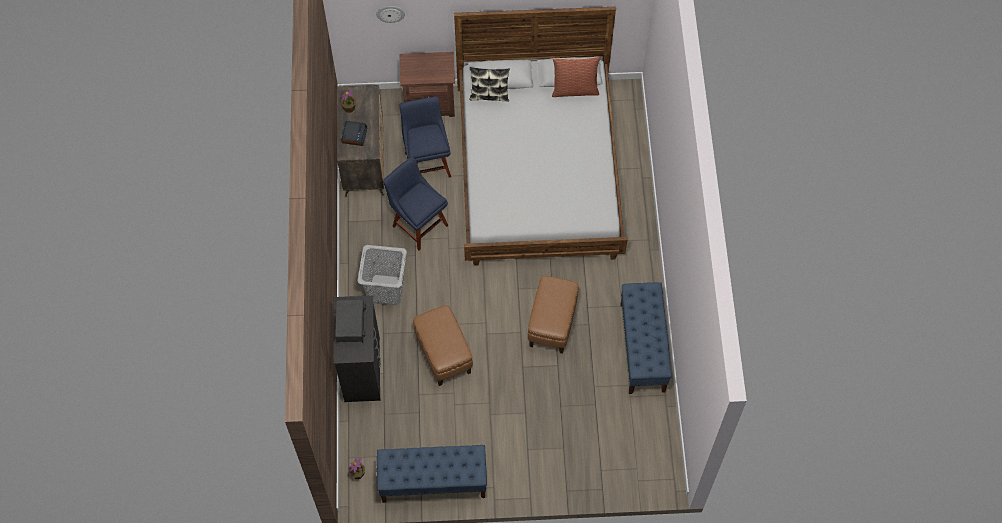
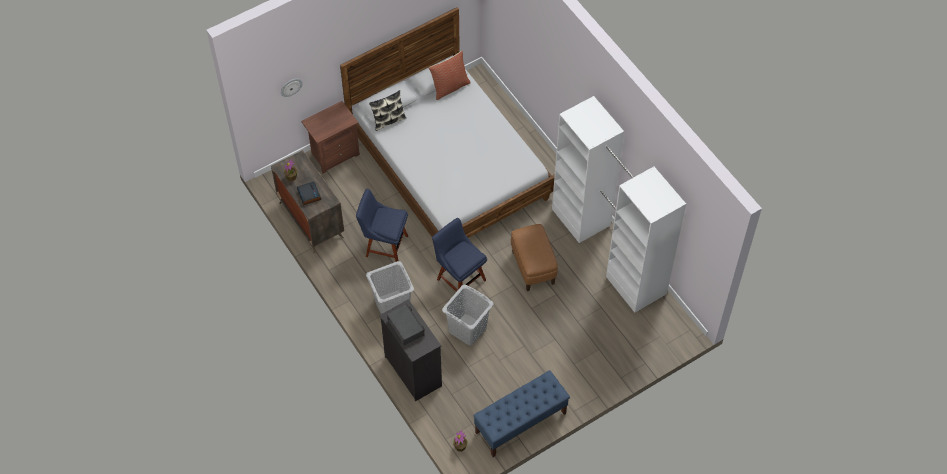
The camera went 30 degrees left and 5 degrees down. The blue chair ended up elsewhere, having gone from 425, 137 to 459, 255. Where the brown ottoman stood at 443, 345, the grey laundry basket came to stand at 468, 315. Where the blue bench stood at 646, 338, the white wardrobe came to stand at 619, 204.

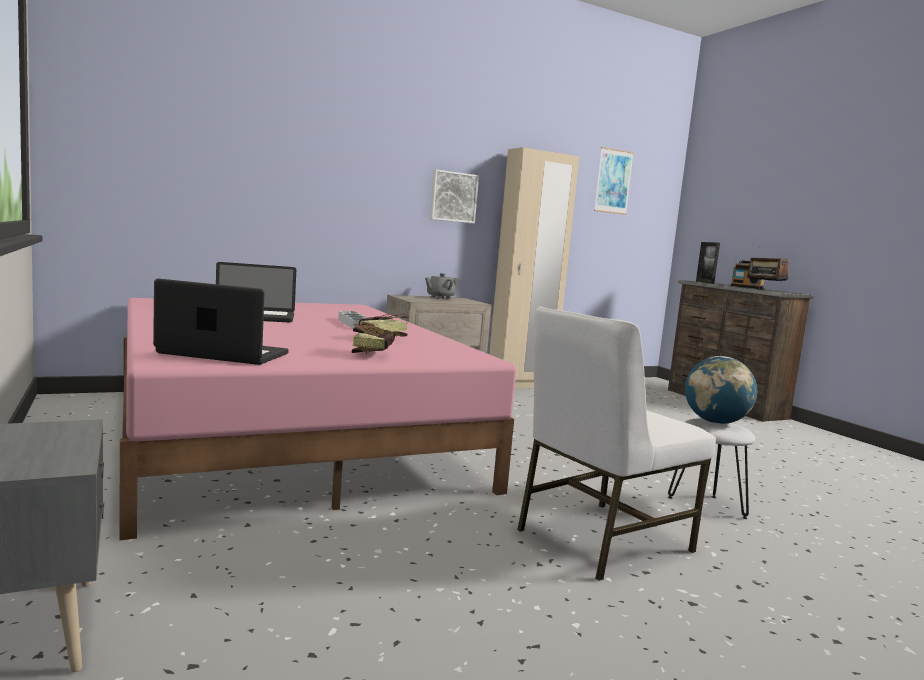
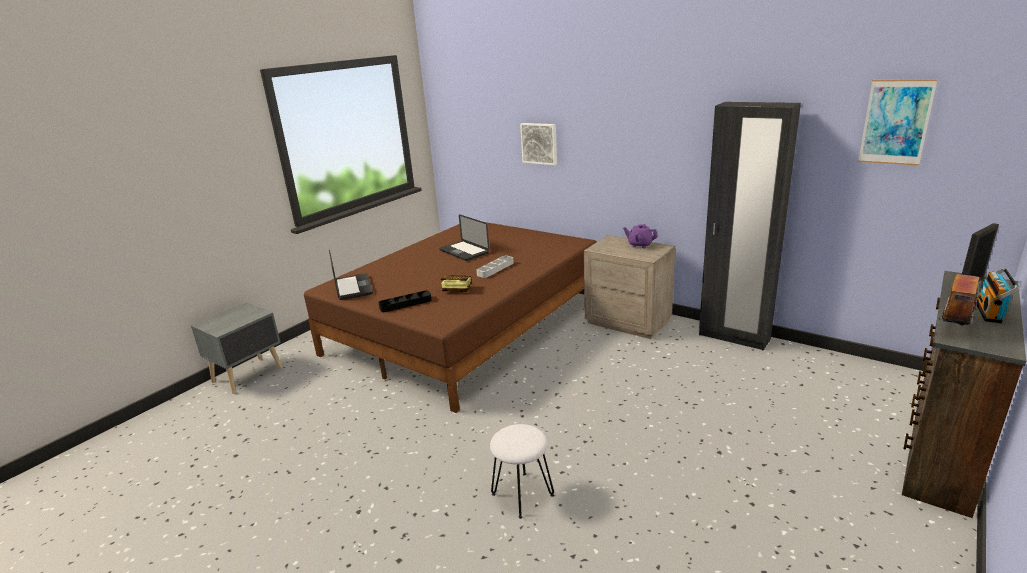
The camera went 65 degrees right and 15 degrees up. What was the pink bed at 317, 419 turned into the brown bed at 450, 317. Where the book stood at 373, 337, the black tray came to stand at 405, 301. The picture ended up elsewhere, having gone from 454, 196 to 538, 144. What was the grey teapot at 441, 286 turned into the purple teapot at 640, 236. What was the beige wardrobe at 534, 267 turned into the black wardrobe at 750, 226. The second view lost the white chair at 616, 443. The second view lost the globe at 721, 390.

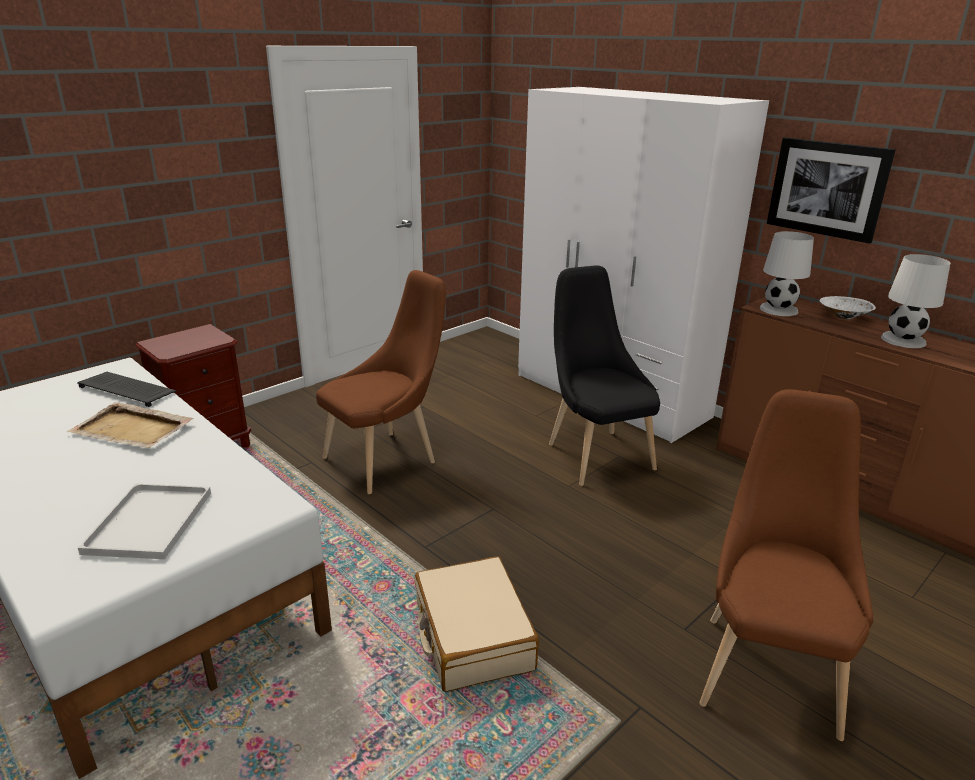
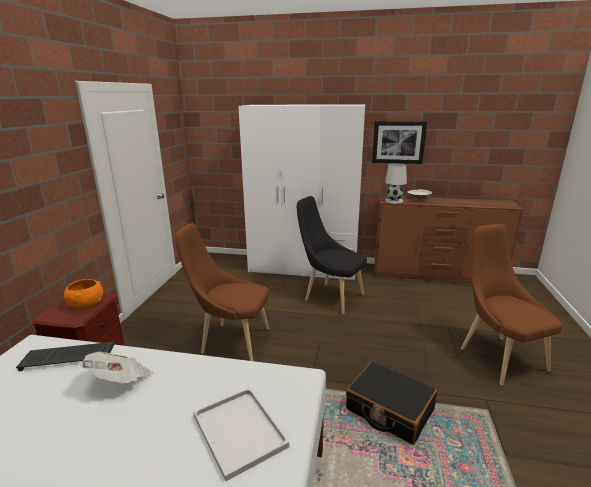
The camera went 35 degrees left and 5 degrees down. The second view gained the orange bowl at 83, 293. Where the beige tray stood at 130, 425, the newspaper came to stand at 116, 368. The brown chair at 381, 382 ended up facing another way, 90 degrees counterclockwise from before. What was the beige suitcase at 477, 624 turned into the black suitcase at 391, 403. The second view lost the white table lamp at 915, 301.

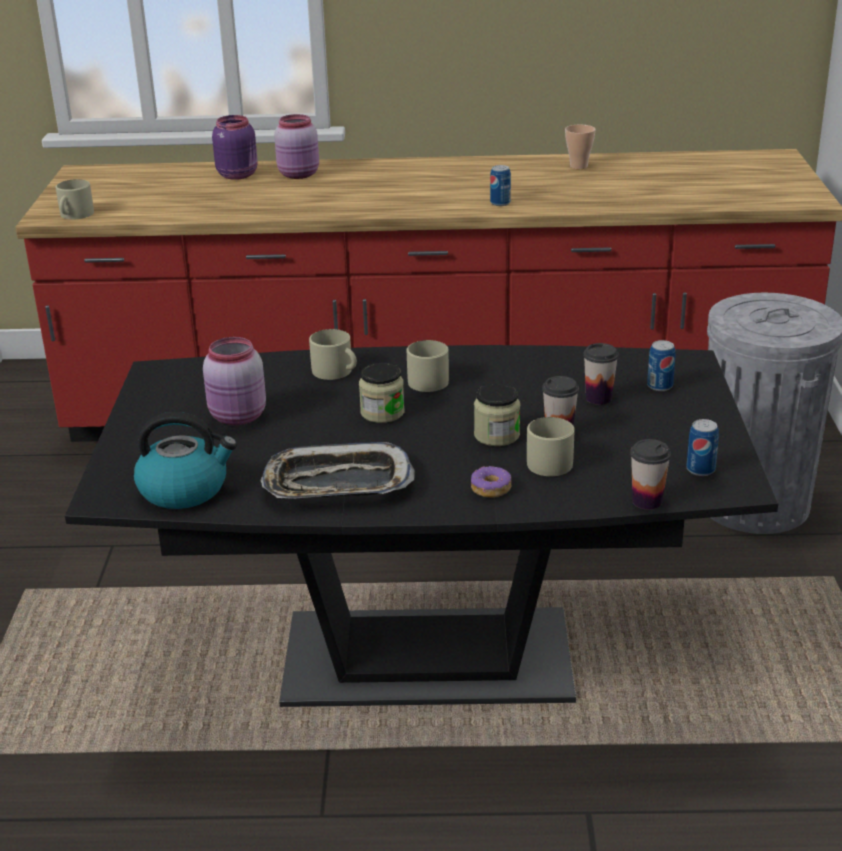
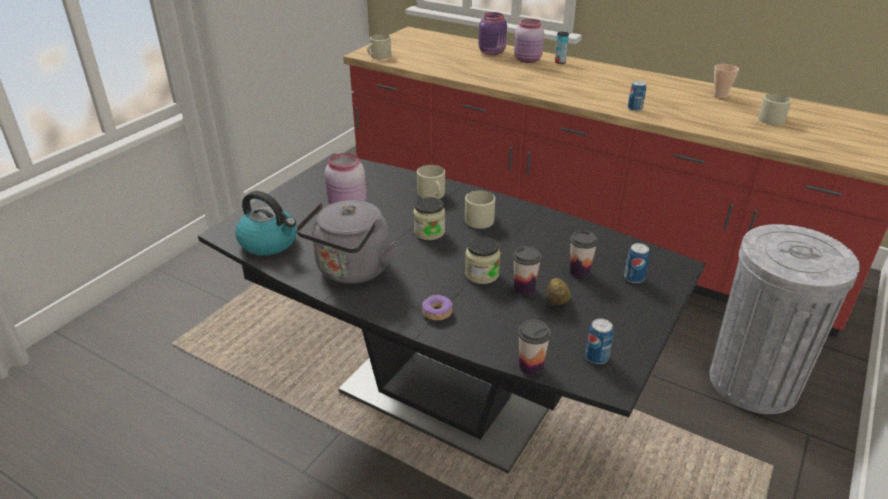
The camera went 30 degrees right and 5 degrees up. Where the tray stood at 337, 470, the grey kettle came to stand at 347, 242. The second view gained the potato at 558, 291. The second view gained the can at 562, 48. The beige mug ended up elsewhere, having gone from 551, 446 to 775, 109.

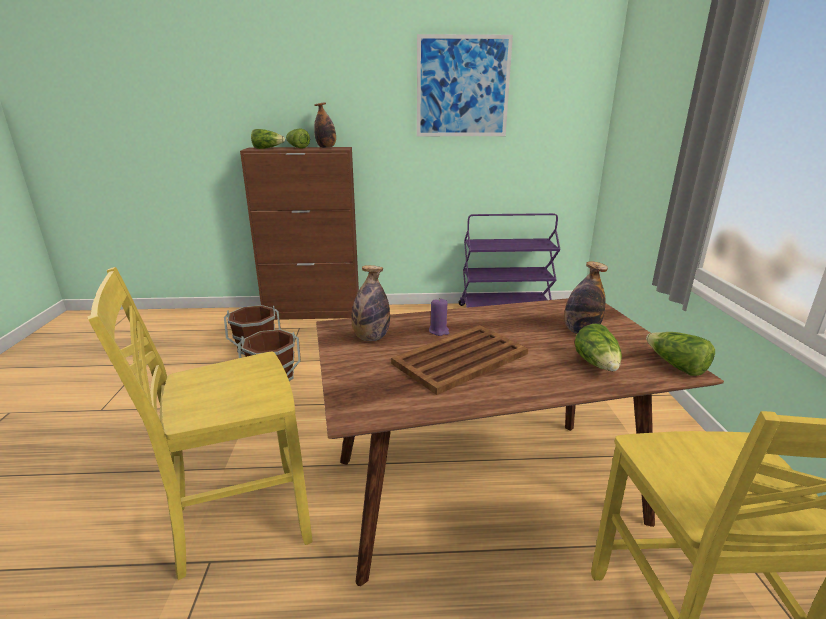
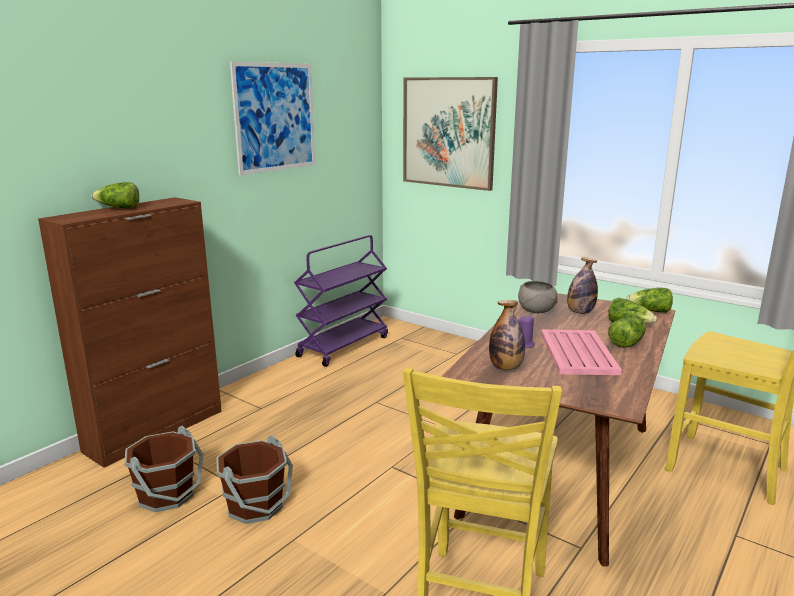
The camera went 50 degrees left and 5 degrees down. The second view gained the picture at 450, 134. The second view gained the grey bowl at 538, 297. What was the brown tray at 459, 360 turned into the pink tray at 581, 352. The lettuce ended up elsewhere, having gone from 268, 139 to 627, 332. The second view lost the bottle at 325, 125.

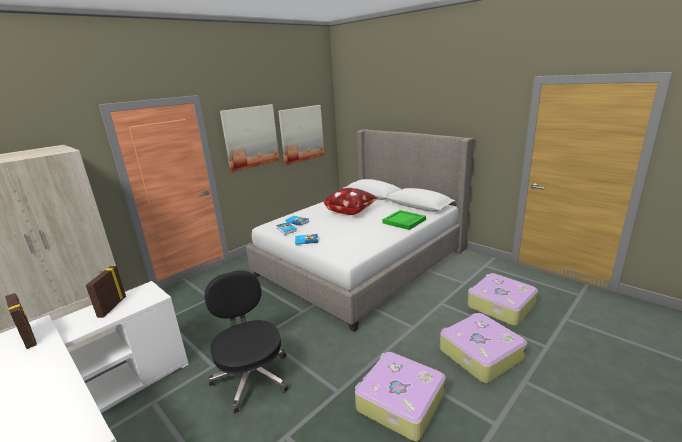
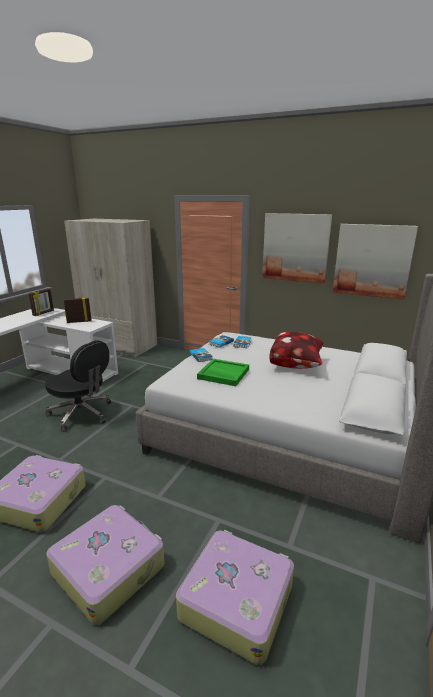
The camera went 70 degrees right and 0 degrees up. The black office chair at 246, 341 ended up facing another way, 75 degrees clockwise from before. The green tray ended up elsewhere, having gone from 404, 220 to 223, 372.

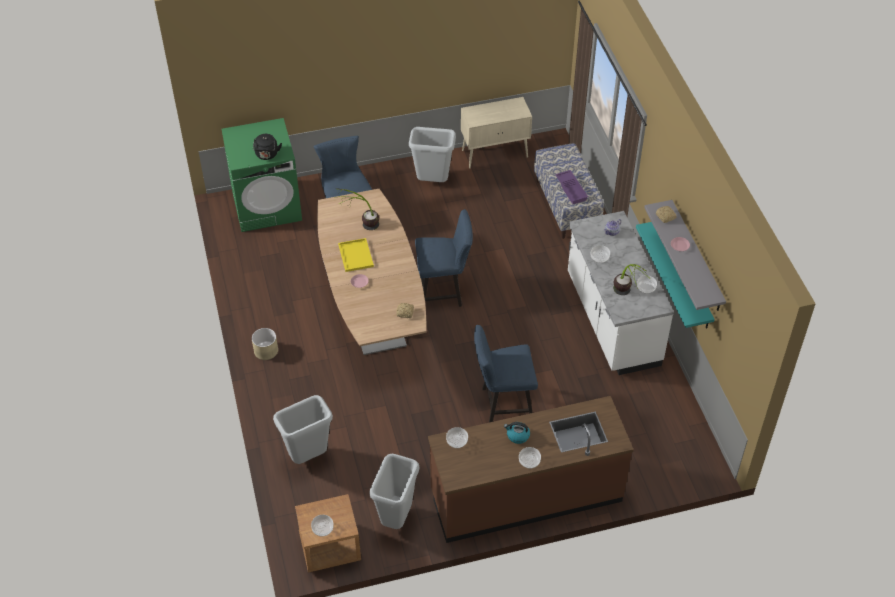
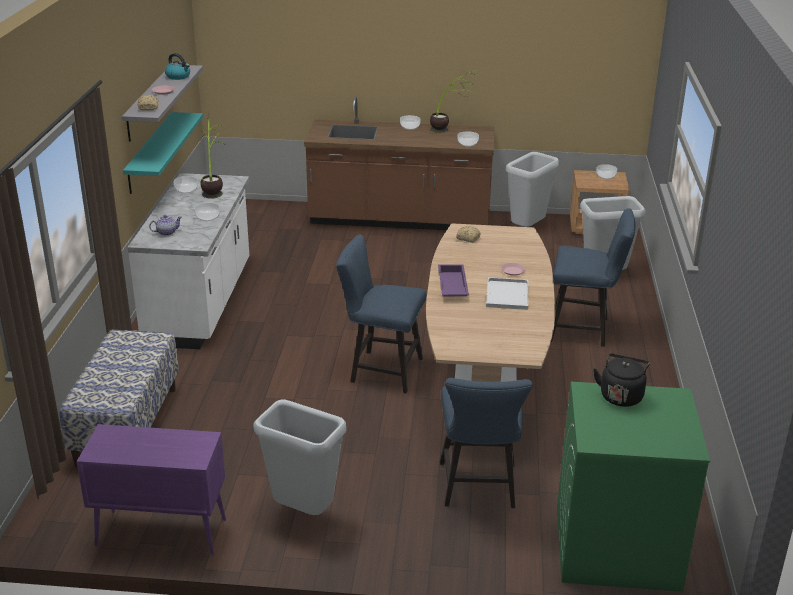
The camera went 160 degrees left and 20 degrees down. What was the beige cabinet at 496, 133 turned into the purple cabinet at 151, 489. The kettle ended up elsewhere, having gone from 517, 433 to 177, 66. The potted plant ended up elsewhere, having gone from 357, 209 to 453, 101. The purple tray ended up elsewhere, having gone from 571, 187 to 453, 280. What was the yellow tray at 356, 255 turned into the white tray at 507, 293. The blue chair ended up elsewhere, having gone from 506, 373 to 593, 277. The second view lost the beige planter at 265, 344.

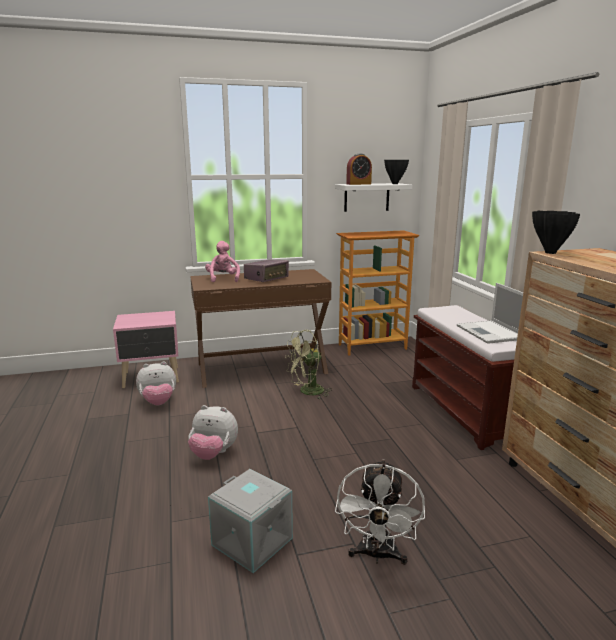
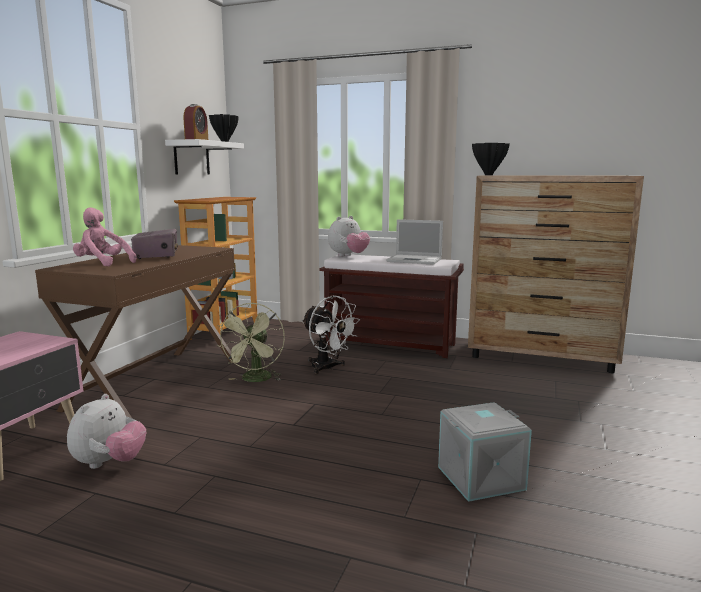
The camera went 55 degrees left and 5 degrees down. The white fan ended up elsewhere, having gone from 380, 512 to 331, 334. The plush toy ended up elsewhere, having gone from 213, 432 to 349, 236.

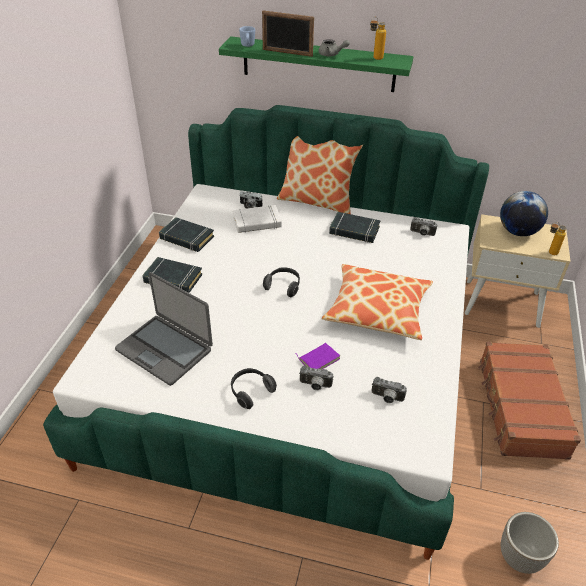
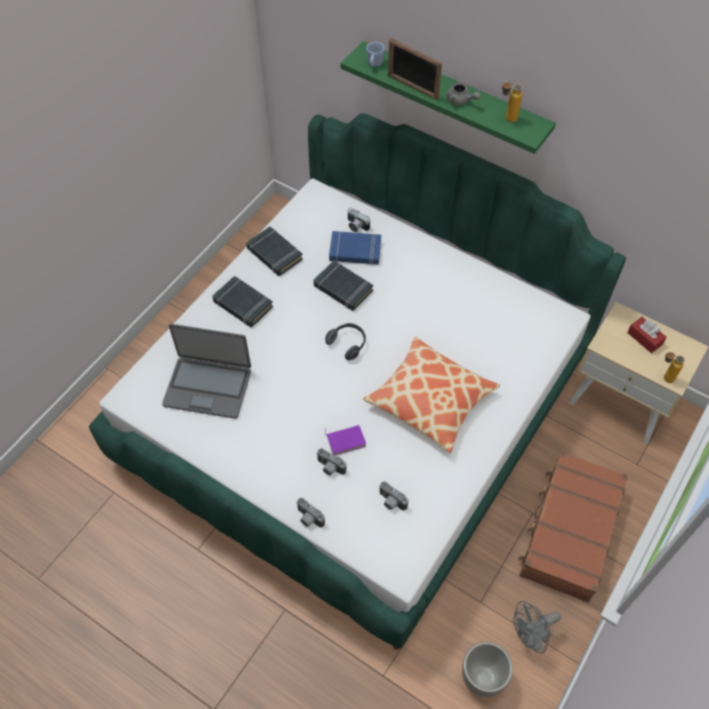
The camera went 20 degrees right and 15 degrees up. The laptop at 164, 329 ended up facing another way, 45 degrees counterclockwise from before. The photo camera ended up elsewhere, having gone from 423, 226 to 310, 513. The black book ended up elsewhere, having gone from 354, 227 to 343, 285. What was the white book at 257, 219 turned into the blue book at 355, 248. The second view gained the grey fan at 537, 627. Where the globe stood at 524, 213, the red tissue box came to stand at 647, 335. The second view lost the headphones at 254, 388. The second view lost the pillow at 320, 175.

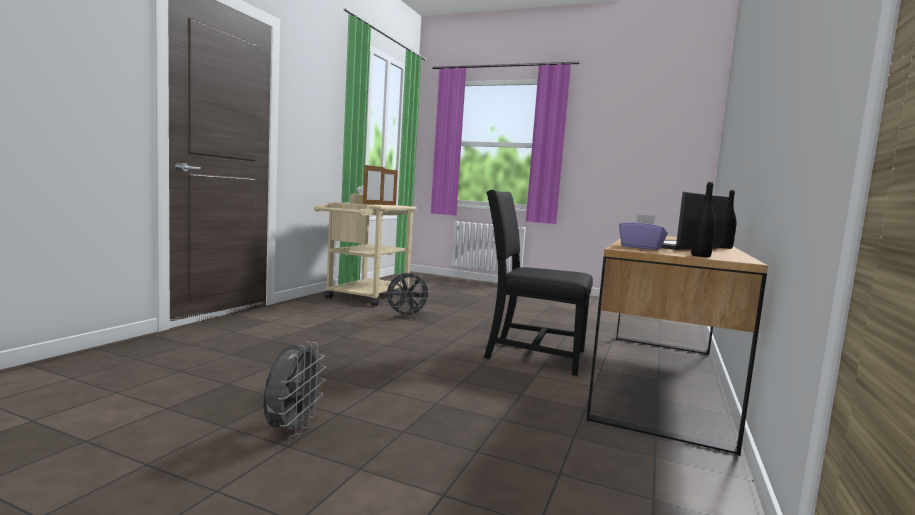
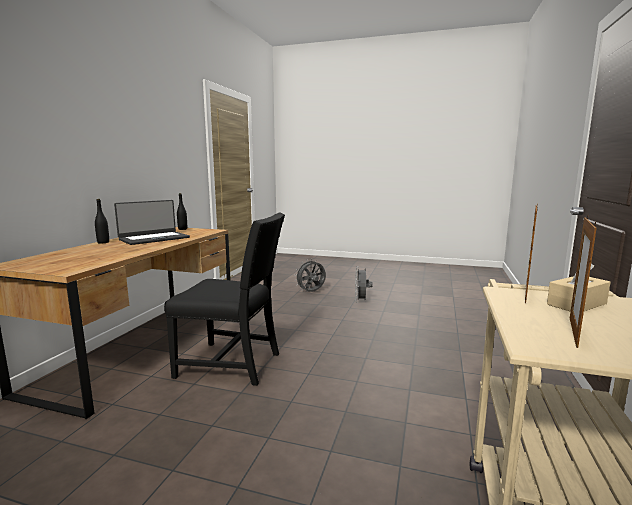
The camera went 175 degrees right and 5 degrees up. The grey fan ended up elsewhere, having gone from 409, 295 to 311, 276. The second view lost the purple tissue box at 643, 232.

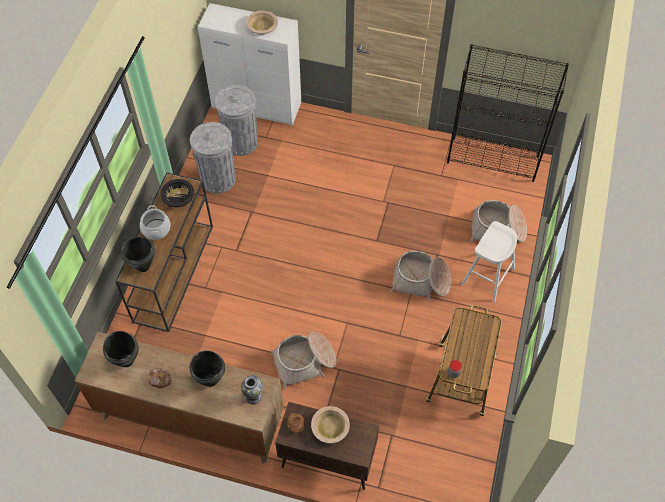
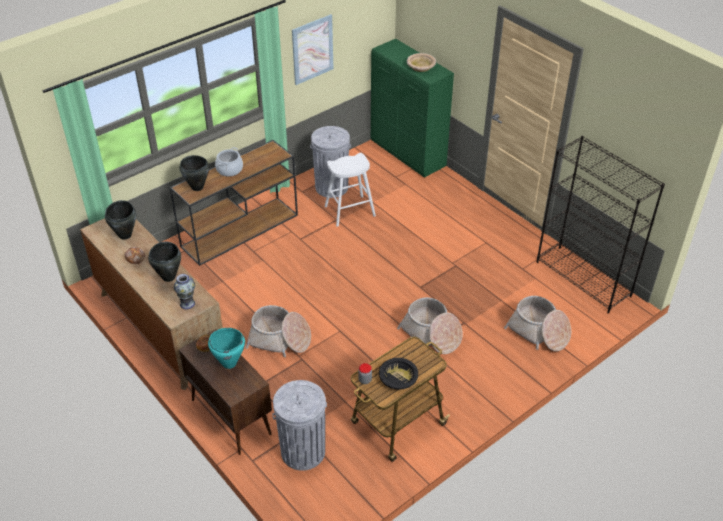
The camera went 35 degrees right and 15 degrees down. Where the beige bowl stood at 330, 425, the turquoise cooking pot came to stand at 226, 348. The grey trash can ended up elsewhere, having gone from 236, 120 to 299, 425. The second view gained the picture at 312, 49. The white stool ended up elsewhere, having gone from 489, 262 to 350, 190. What was the white cabinet at 249, 64 turned into the green cabinet at 412, 108. The black bowl ended up elsewhere, having gone from 177, 193 to 398, 373.

